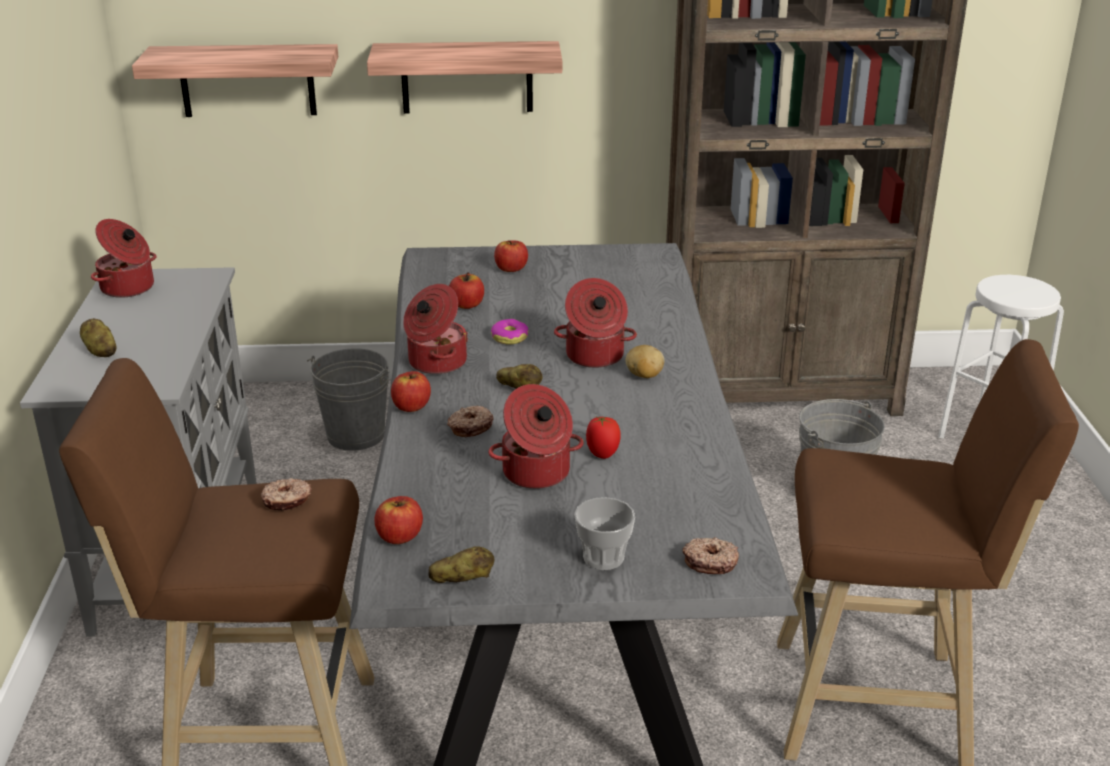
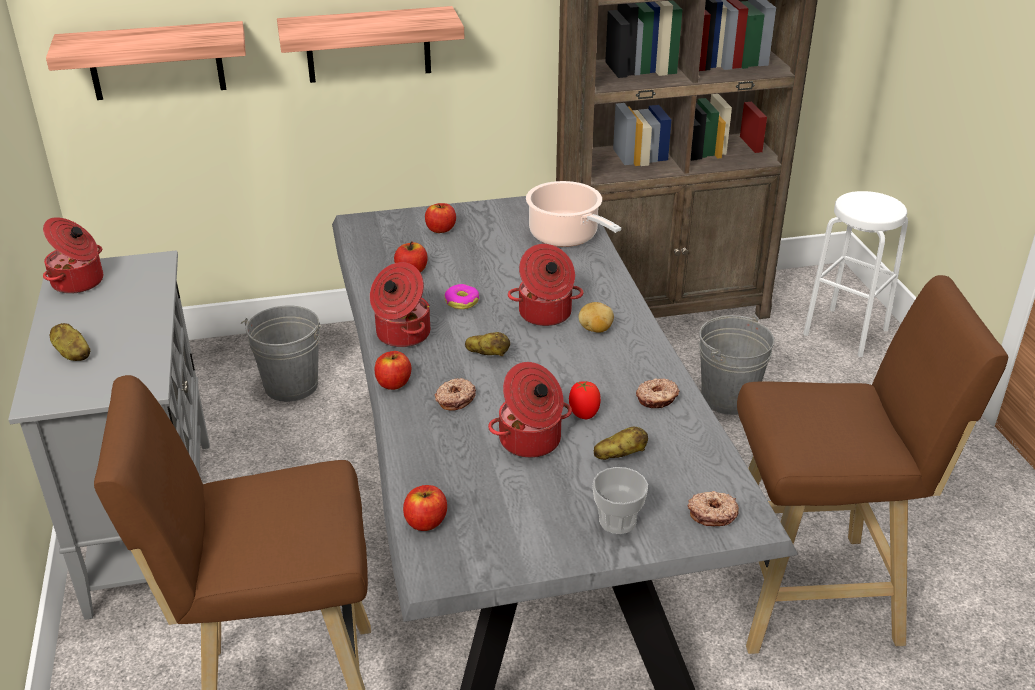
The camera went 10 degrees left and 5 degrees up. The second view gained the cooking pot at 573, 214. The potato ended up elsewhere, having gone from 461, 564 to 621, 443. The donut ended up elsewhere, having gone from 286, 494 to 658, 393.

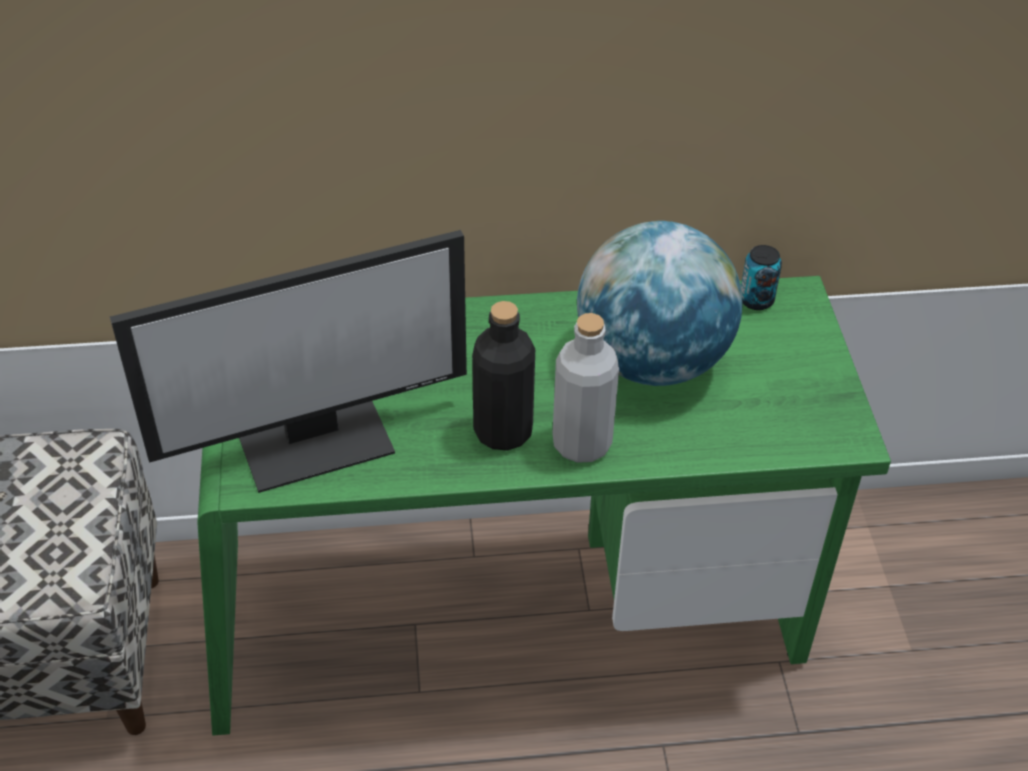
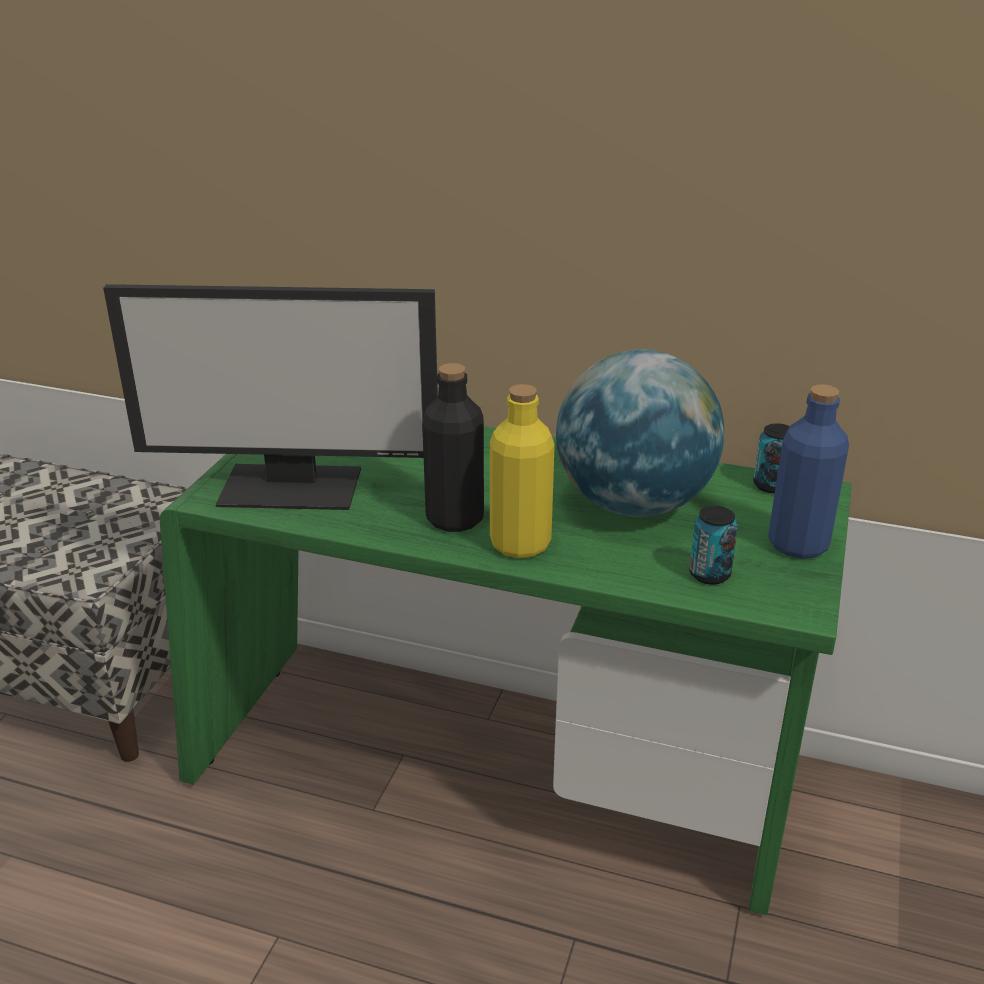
The camera went 25 degrees right and 15 degrees down. What was the grey bottle at 585, 388 turned into the yellow bottle at 522, 471. The second view gained the can at 713, 545. The second view gained the blue bottle at 808, 471.

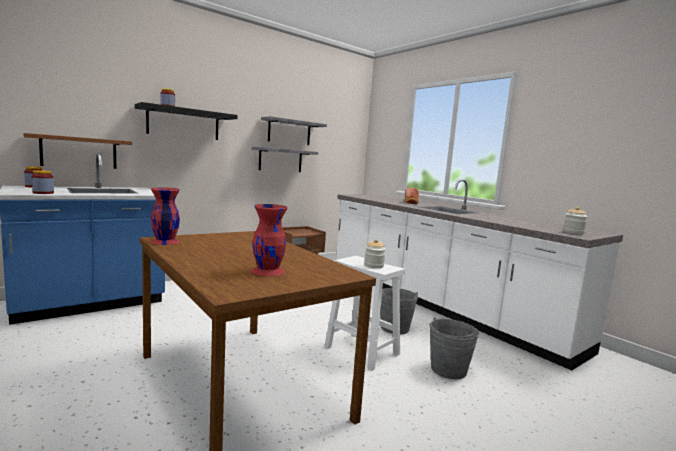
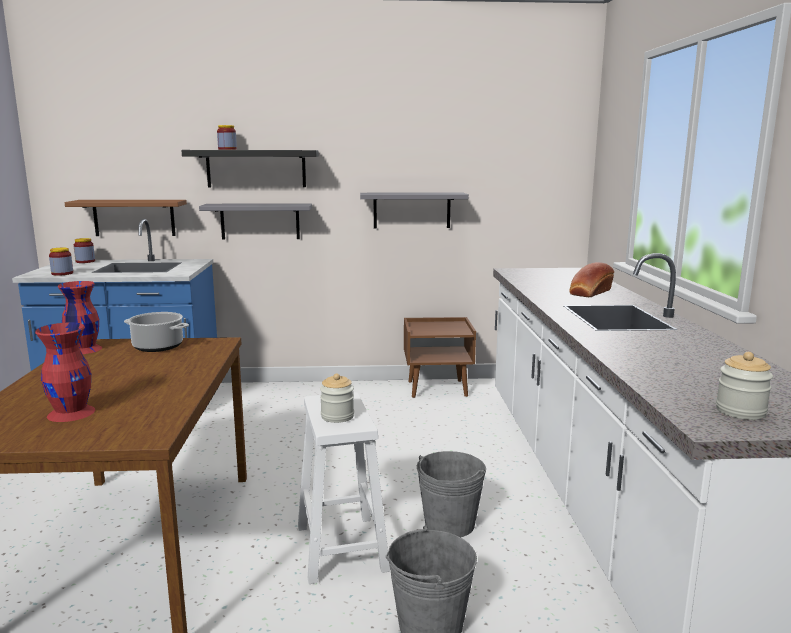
The camera went 35 degrees right and 5 degrees up. The second view gained the cooking pot at 156, 332. The grey shelf ended up elsewhere, having gone from 294, 130 to 255, 221.

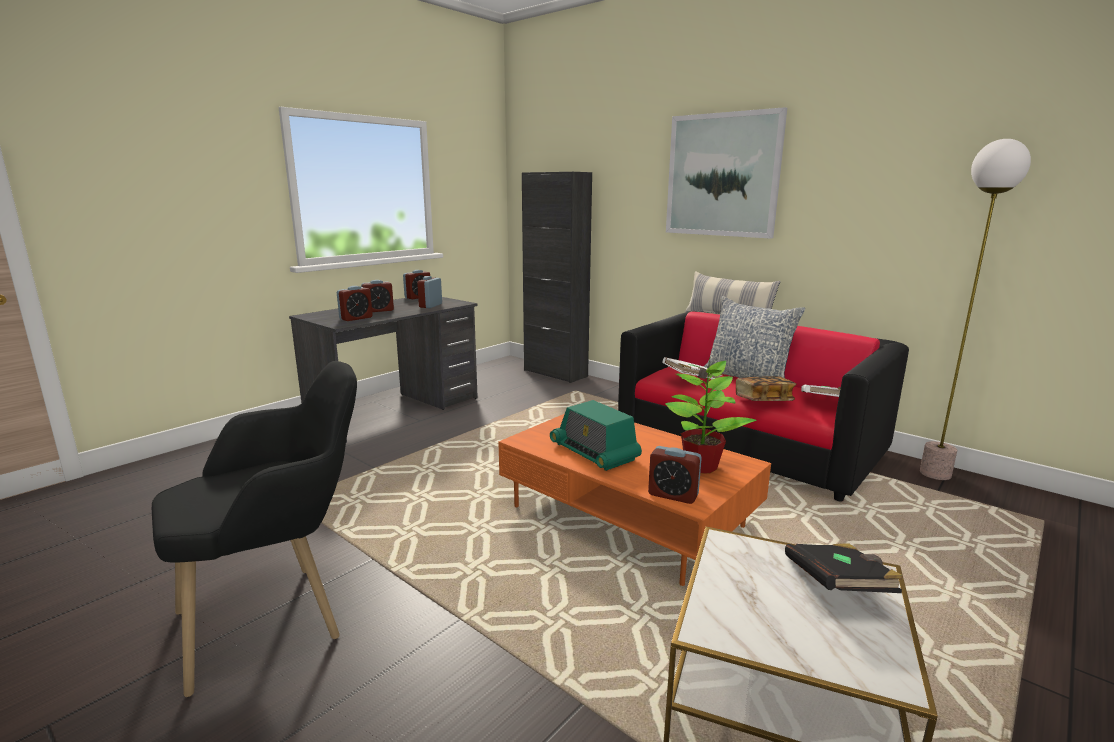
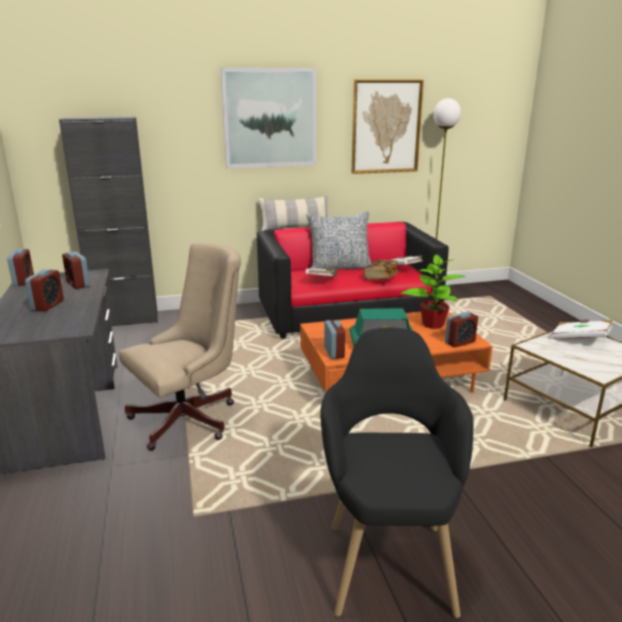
The camera went 55 degrees left and 5 degrees up. The second view gained the beige office chair at 180, 346. The alarm clock ended up elsewhere, having gone from 355, 303 to 334, 339. The second view gained the picture at 388, 126. What was the black book at 844, 568 turned into the white book at 582, 329.

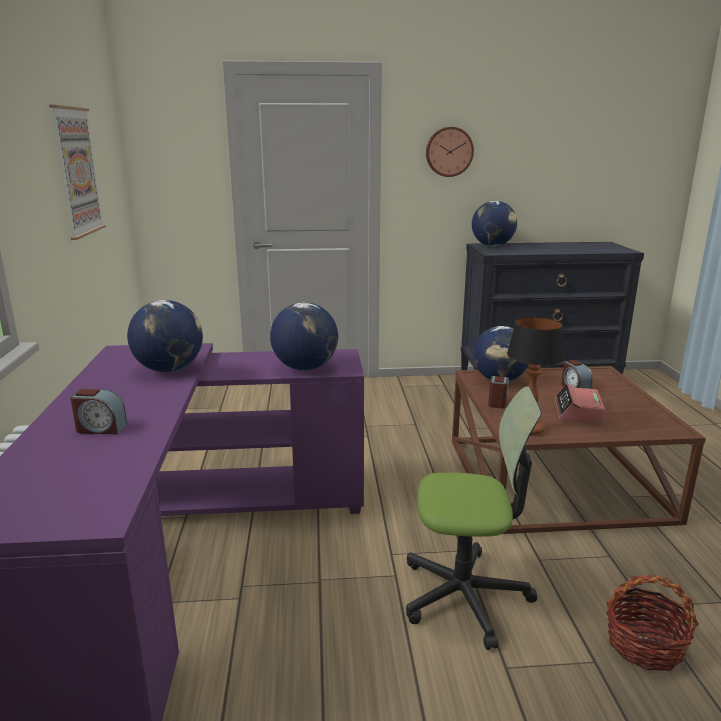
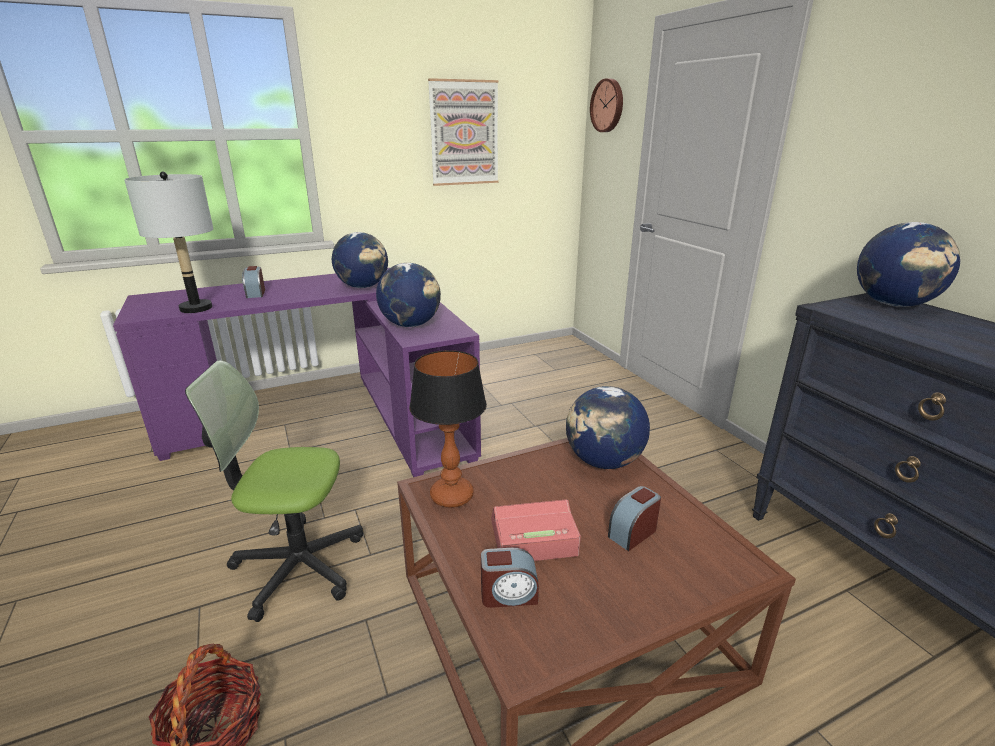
The camera went 70 degrees right and 5 degrees up. The second view gained the grey table lamp at 168, 242. The office chair at 474, 518 ended up facing another way, 105 degrees clockwise from before. The alarm clock ended up elsewhere, having gone from 498, 392 to 510, 578. The wall clock ended up elsewhere, having gone from 450, 152 to 606, 105.

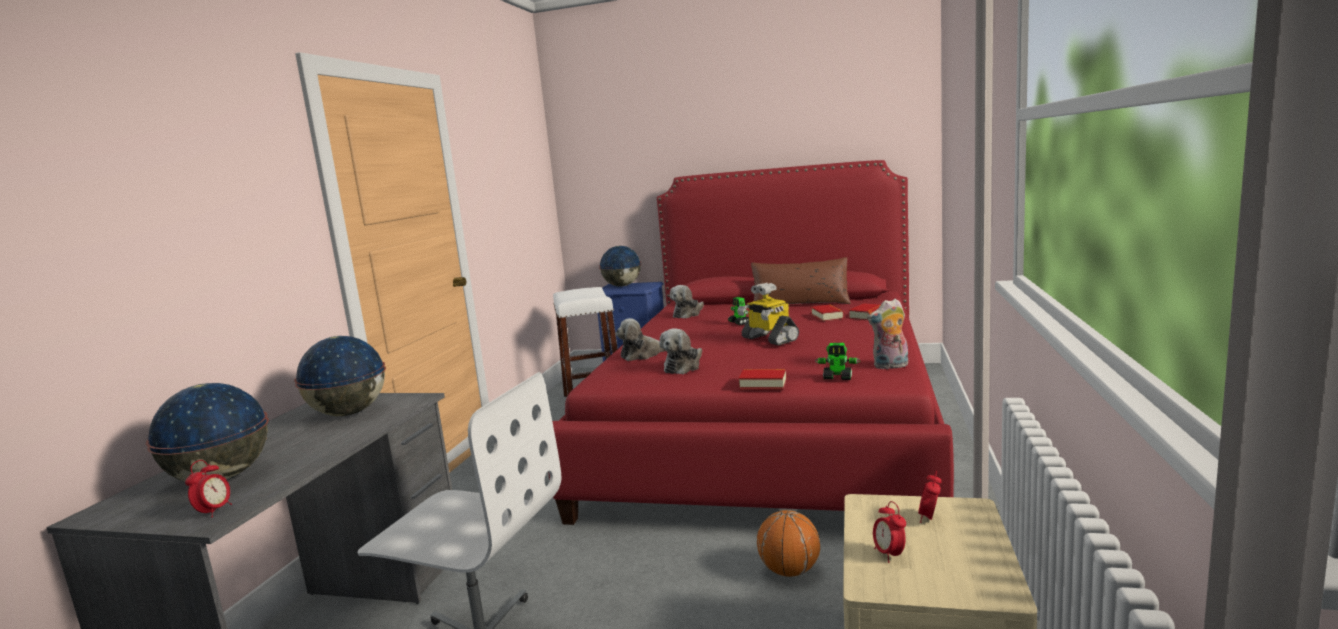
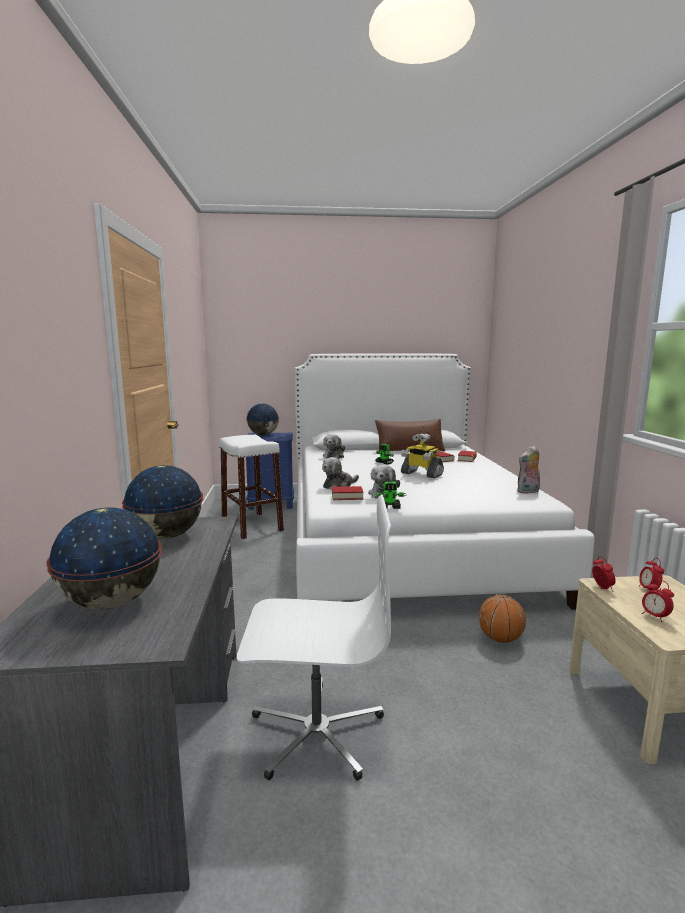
The camera went 20 degrees left and 0 degrees up. What was the red bed at 751, 342 turned into the white bed at 444, 482. The book ended up elsewhere, having gone from 762, 379 to 347, 493. The toy robot ended up elsewhere, having gone from 837, 361 to 390, 495. The alarm clock ended up elsewhere, having gone from 208, 489 to 604, 573.

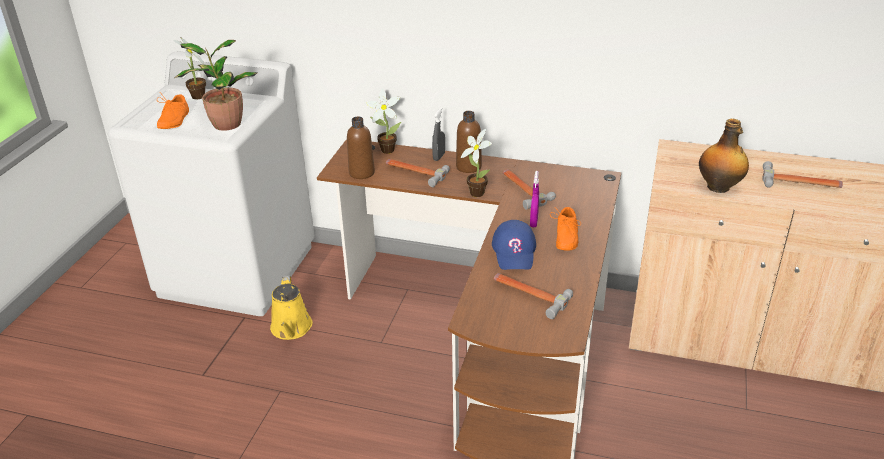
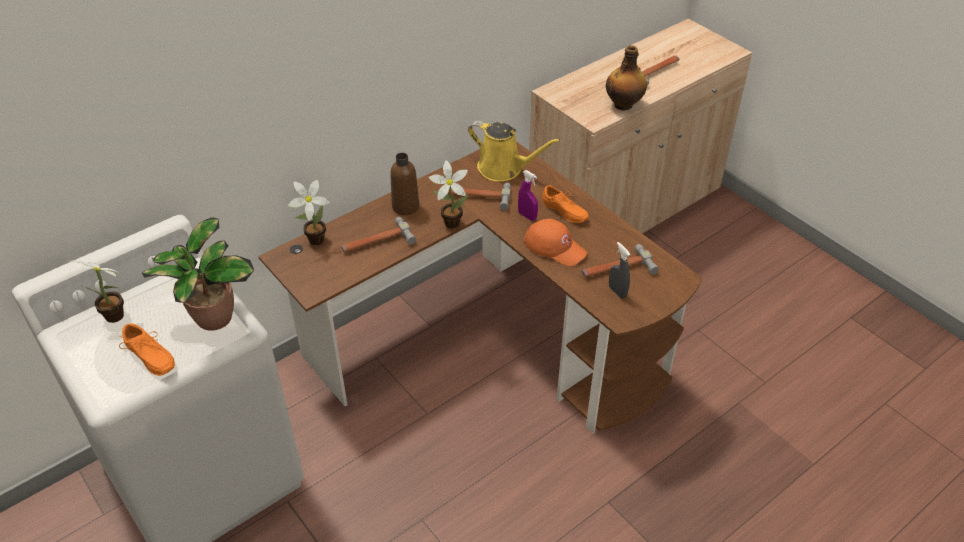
The camera went 55 degrees left and 10 degrees up. The yellow watering can ended up elsewhere, having gone from 291, 308 to 514, 151. What was the blue cap at 514, 245 turned into the orange cap at 555, 242. The grey spray bottle ended up elsewhere, having gone from 438, 134 to 619, 270. The second view lost the brown bottle at 361, 148.

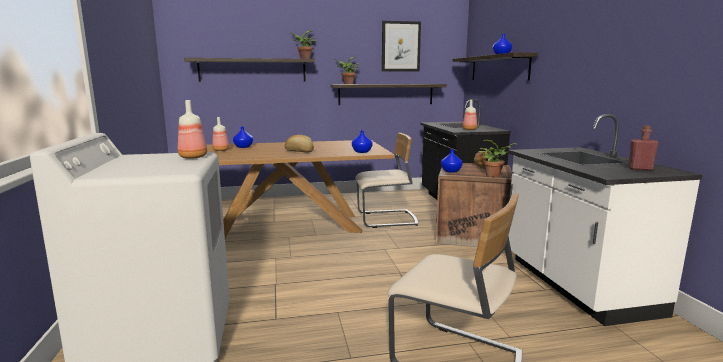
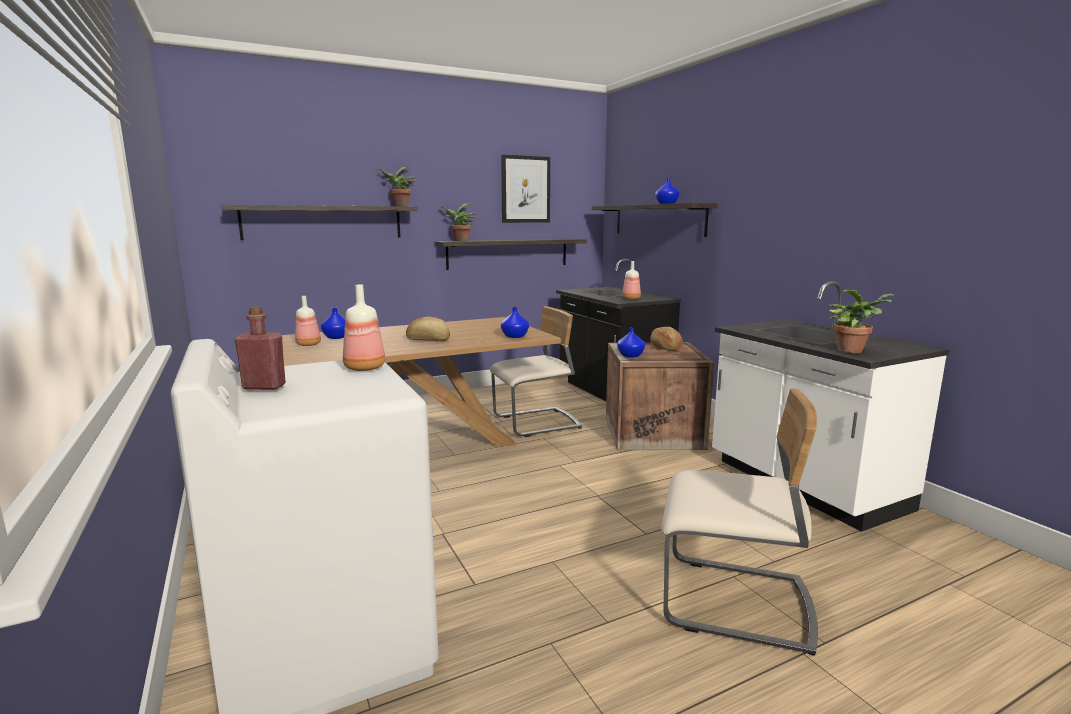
The camera went 15 degrees left and 0 degrees up. The red bottle ended up elsewhere, having gone from 643, 148 to 260, 348. The potted plant ended up elsewhere, having gone from 498, 158 to 862, 321.

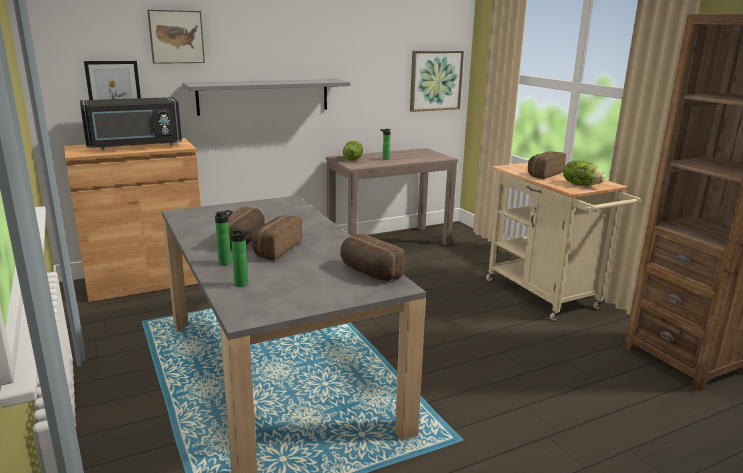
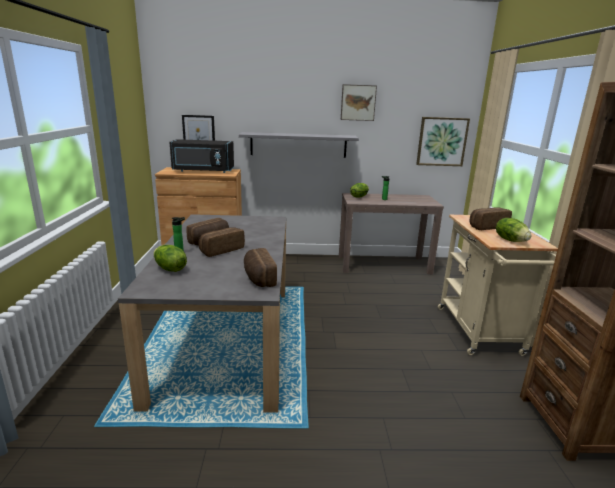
The camera went 25 degrees right and 0 degrees up. Where the bottle stood at 241, 257, the lettuce came to stand at 170, 258. The picture ended up elsewhere, having gone from 176, 37 to 359, 102.

